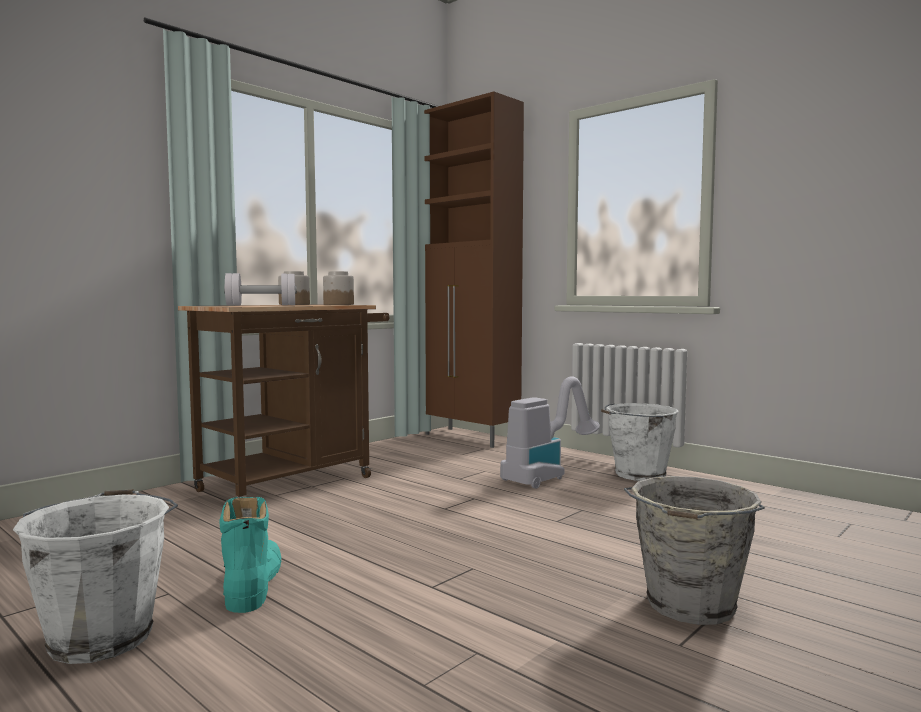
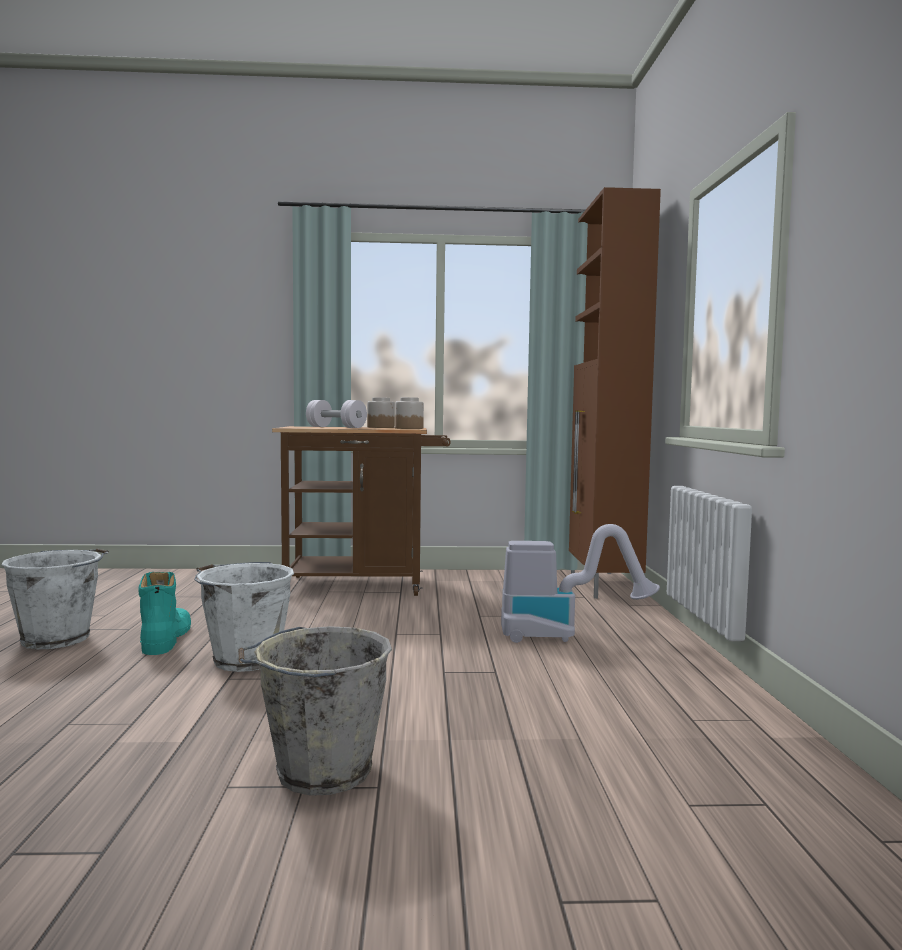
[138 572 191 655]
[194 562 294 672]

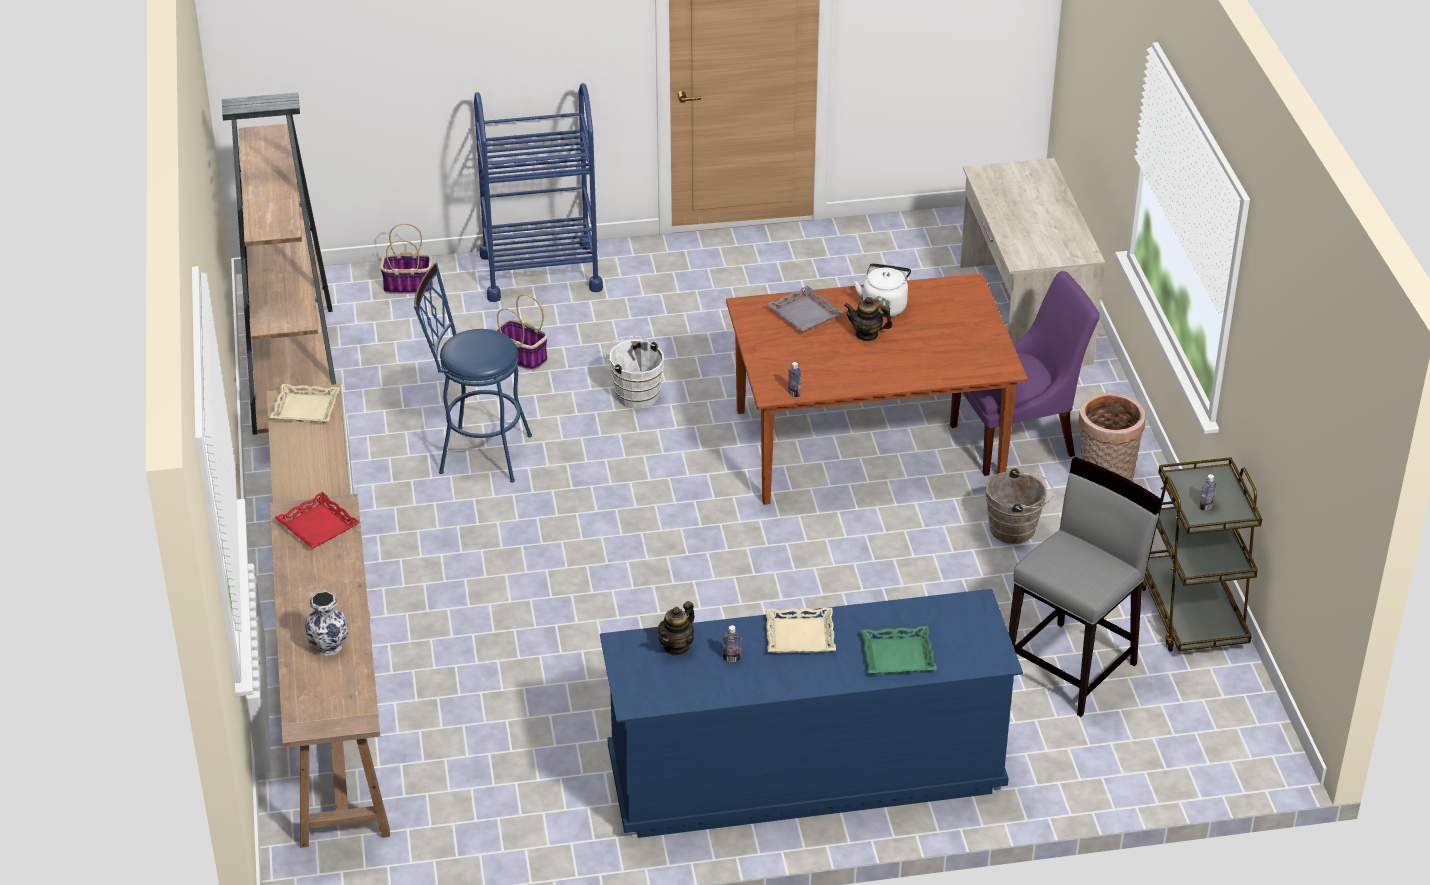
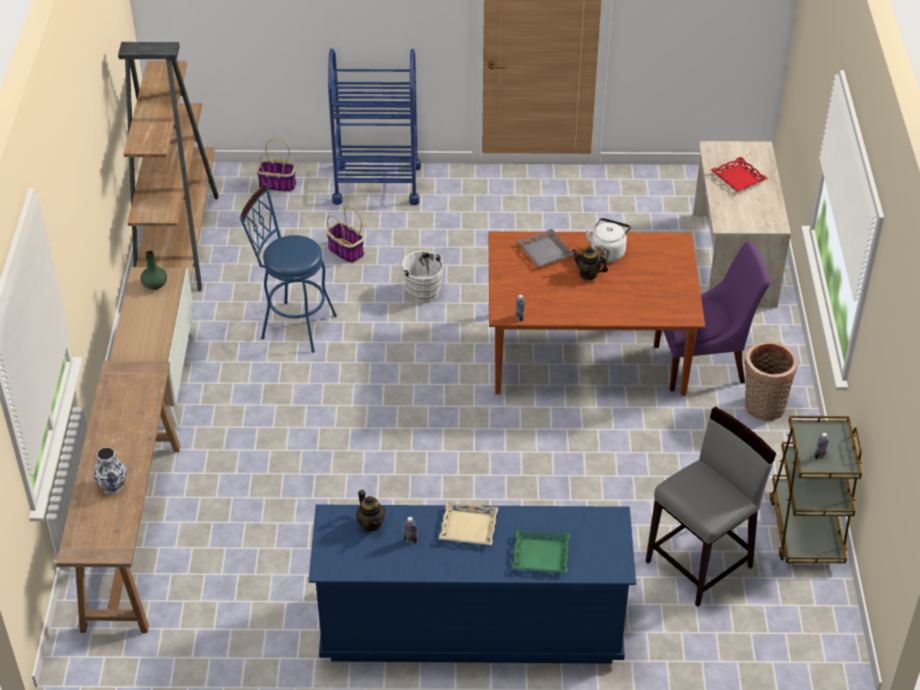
[140 250 167 290]
[711 157 768 192]
[356 490 386 532]
[985 469 1054 544] (first image)

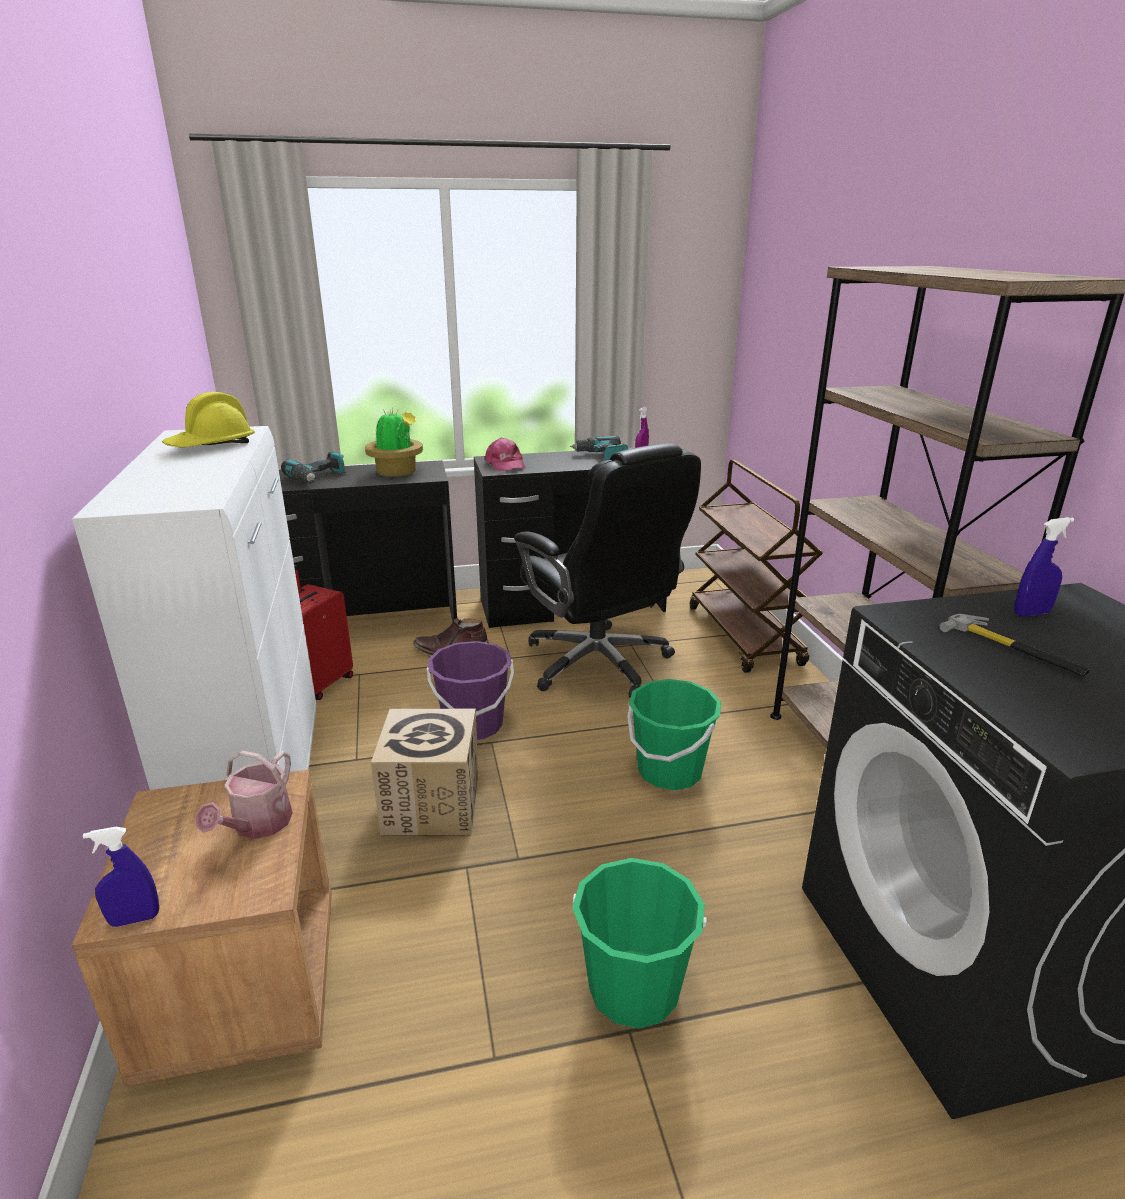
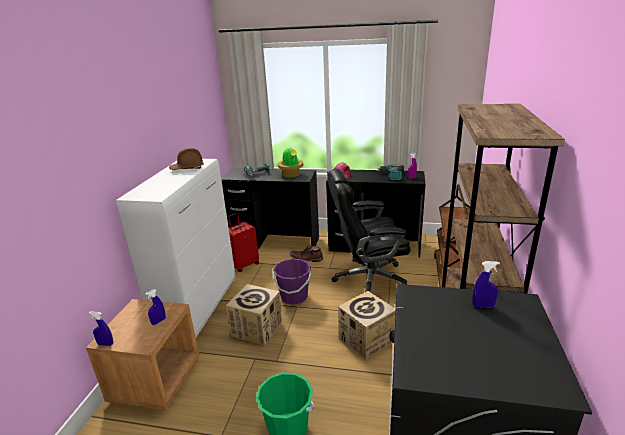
[169 148 204 170]
[145 289 166 325]
[327 169 411 292]
[338 291 395 359]
[939 614 1090 677] (first image)

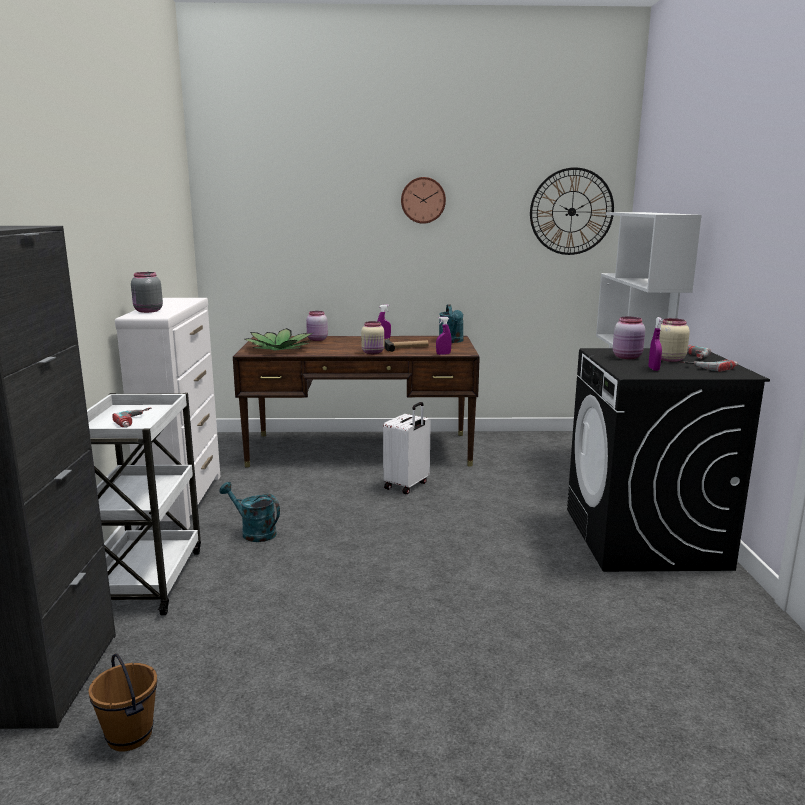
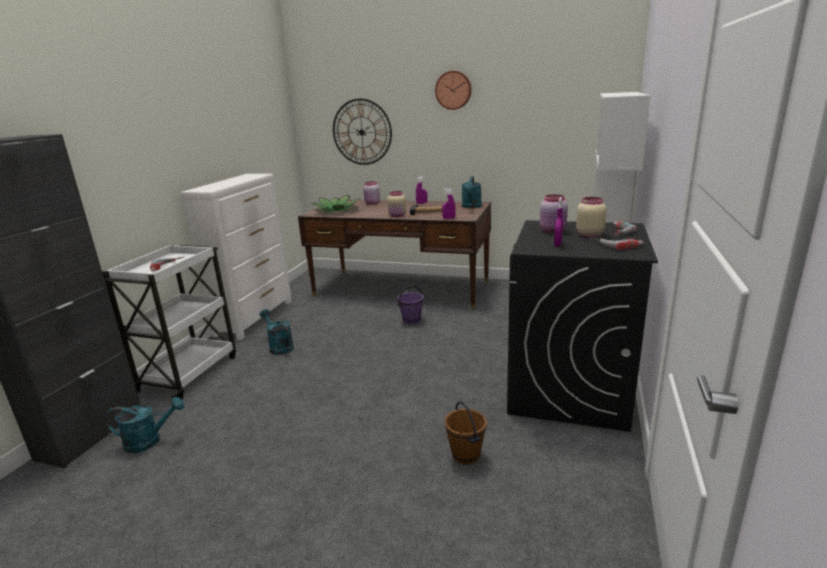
[445 401 487 464]
[131 272 163 313] (first image)
[397 286 424 325]
[333 99 392 165]
[105 397 184 453]

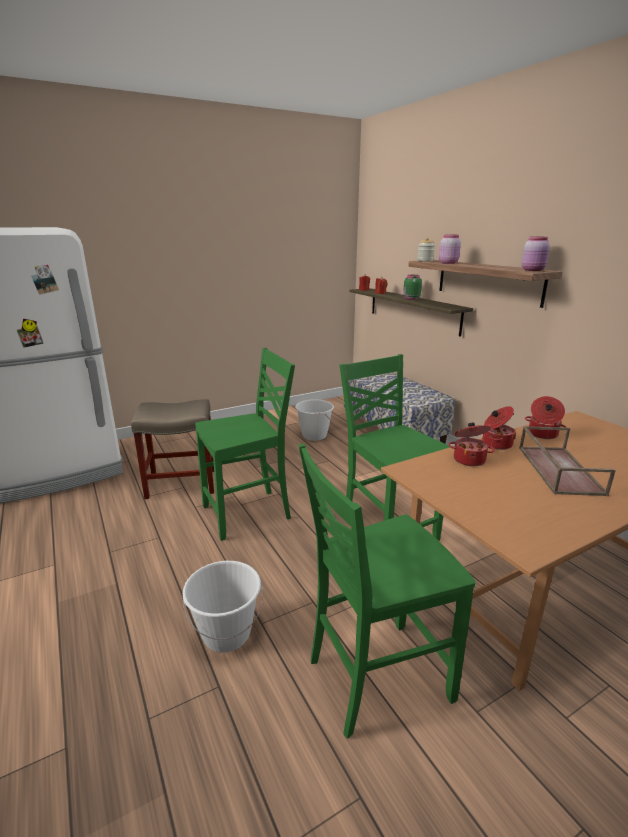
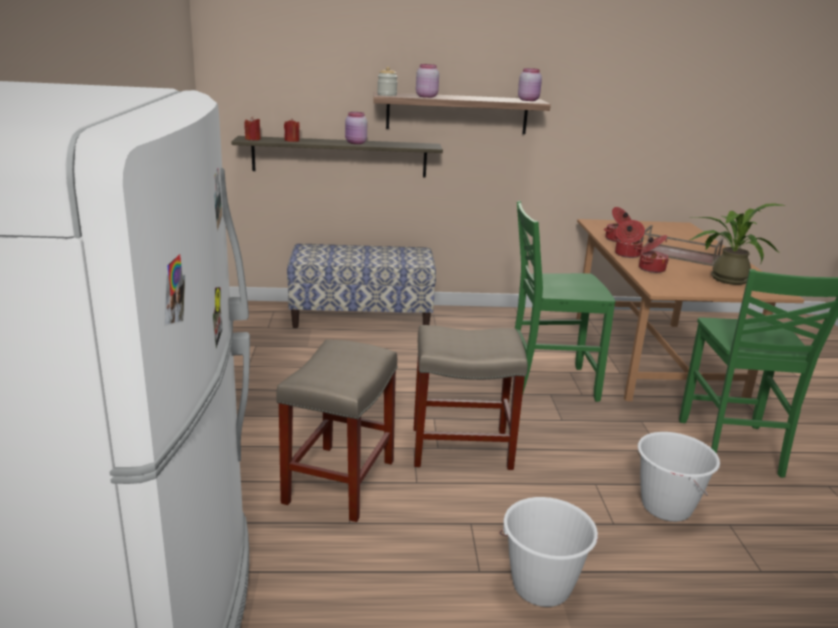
[414 325 528 470]
[500 497 598 607]
[345 112 367 144]
[690 203 785 285]

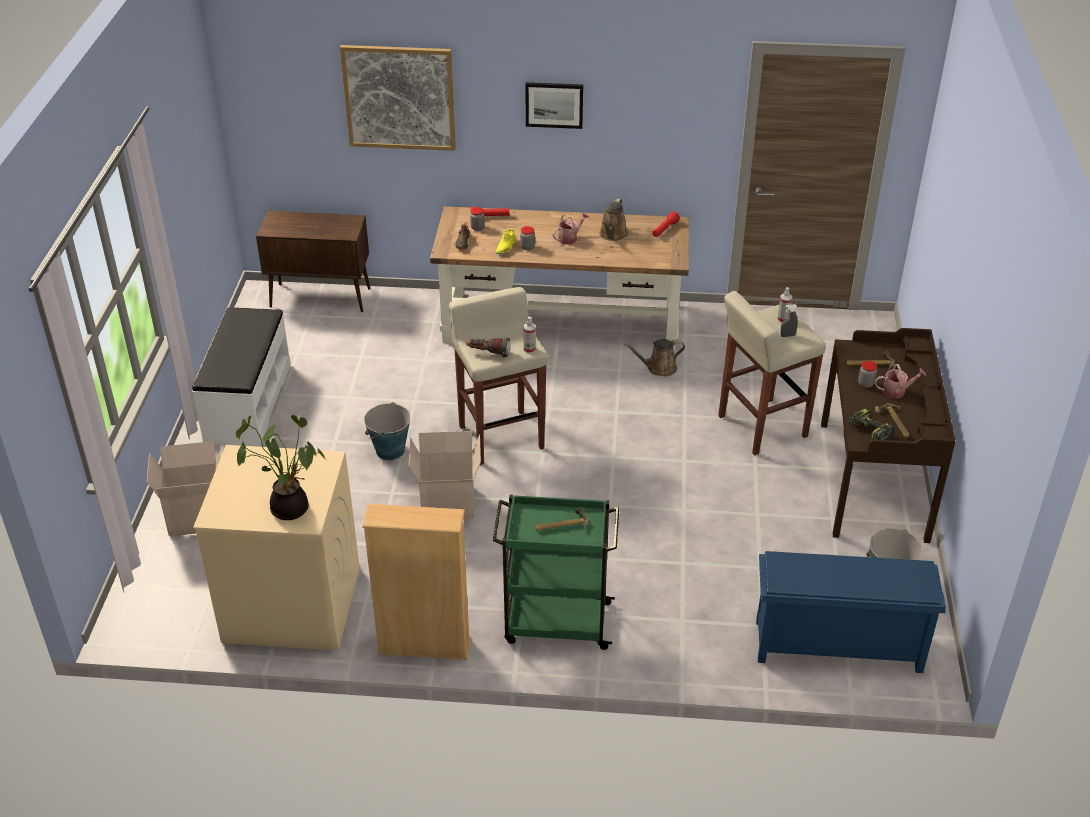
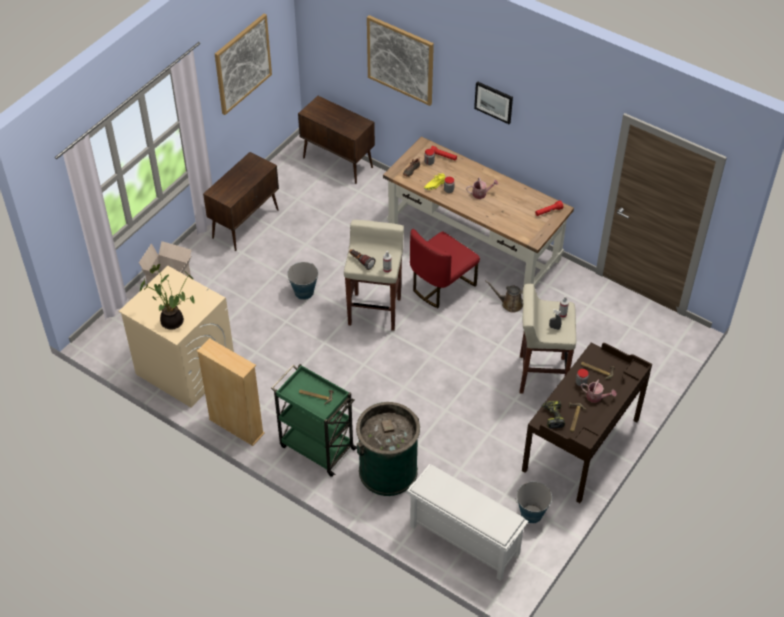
[203 152 279 251]
[409 431 481 519] (first image)
[599 198 628 241] (first image)
[406 464 528 581]
[215 14 272 115]
[356 402 420 496]
[410 229 480 308]

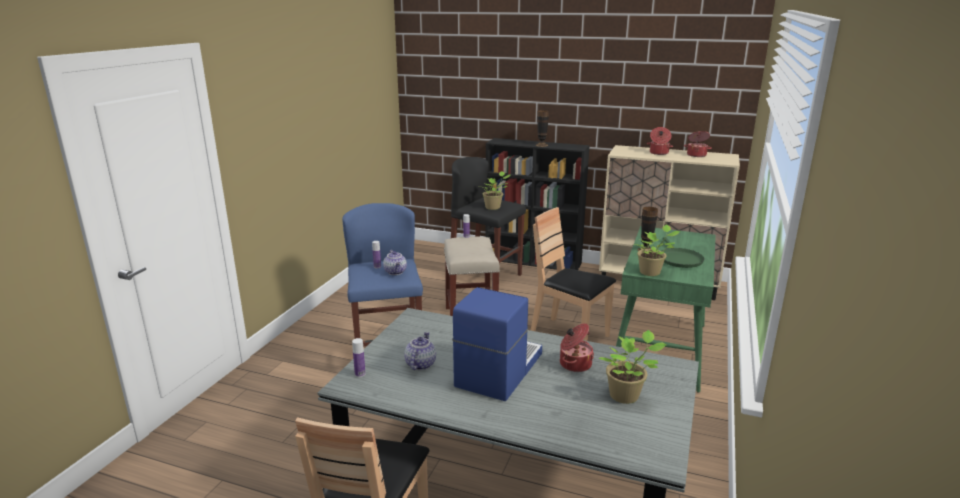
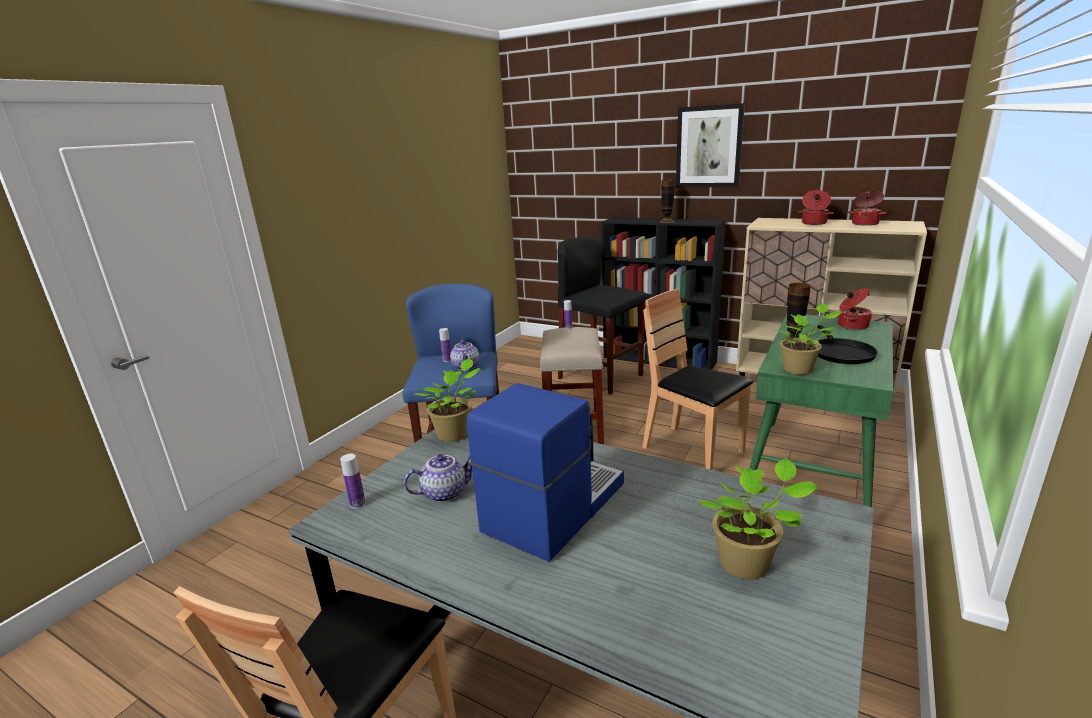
[404 454 472 502]
[414 358 480 442]
[838 288 873 330]
[817 325 878 364]
[676 103 745 187]

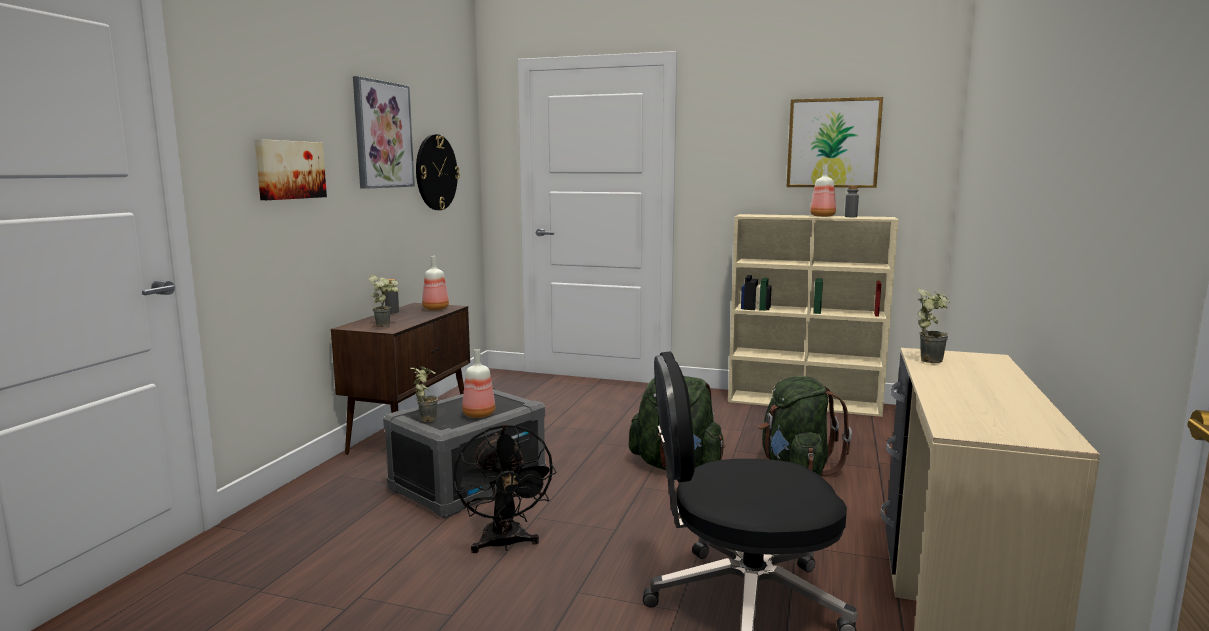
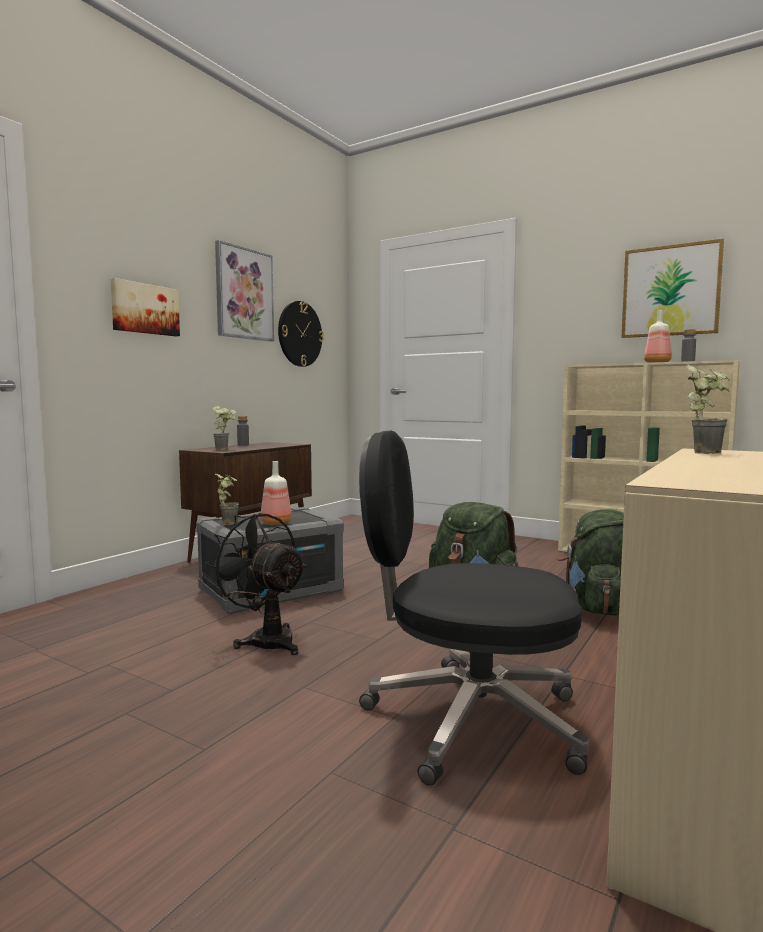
[422 256 449 310] (first image)
[205 513 307 655]

